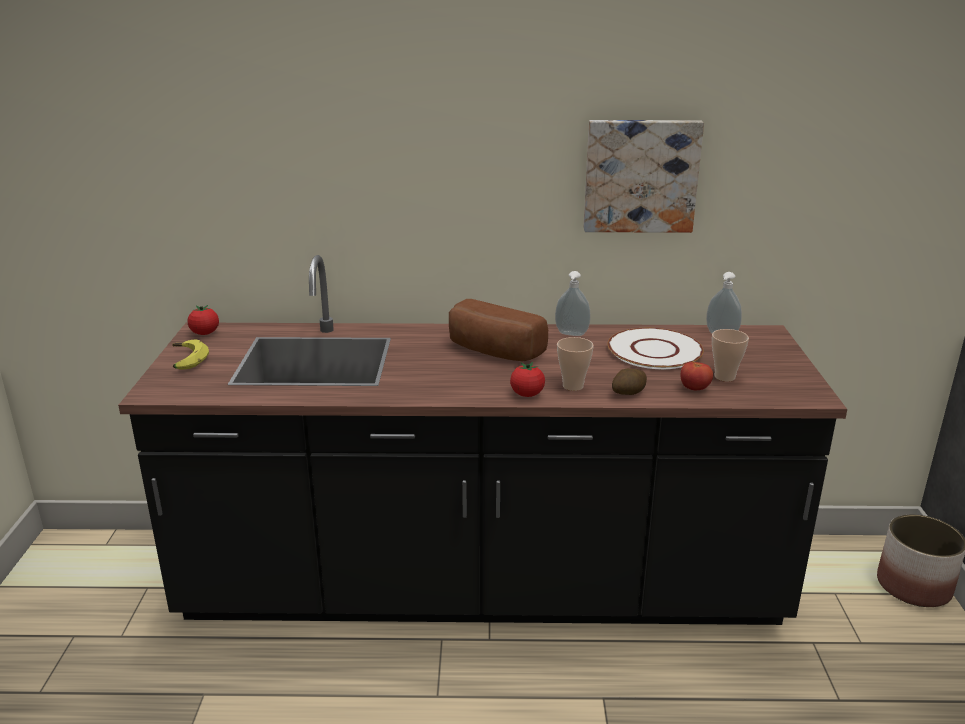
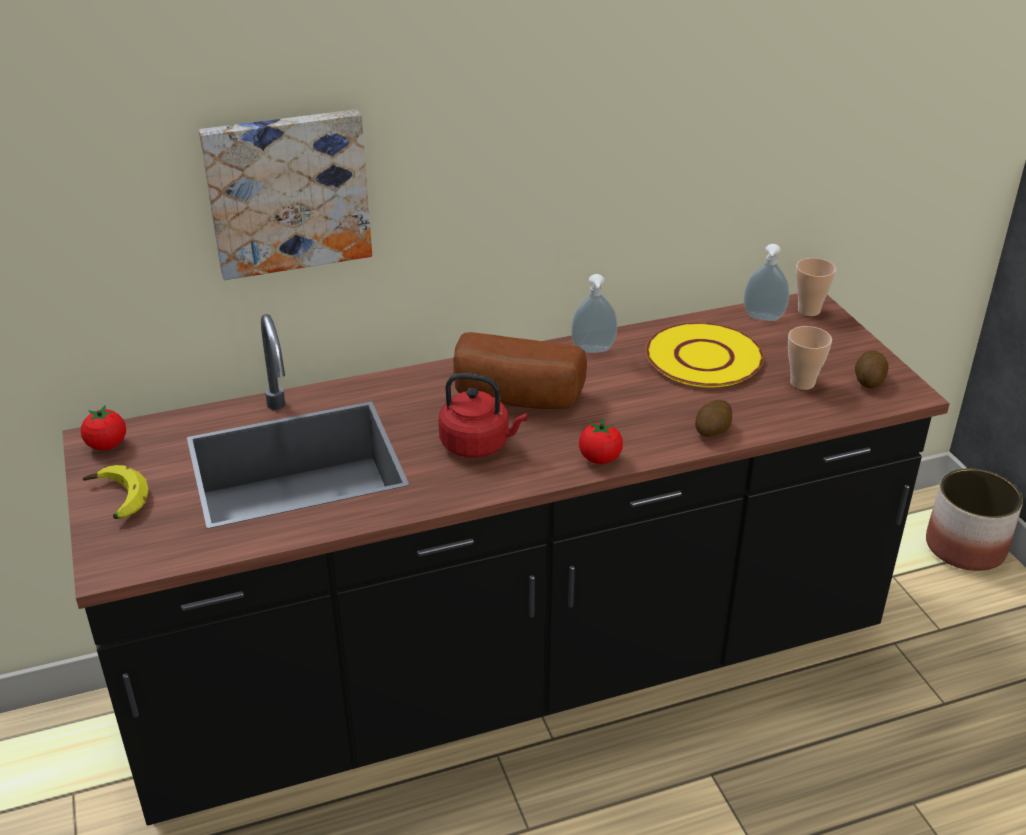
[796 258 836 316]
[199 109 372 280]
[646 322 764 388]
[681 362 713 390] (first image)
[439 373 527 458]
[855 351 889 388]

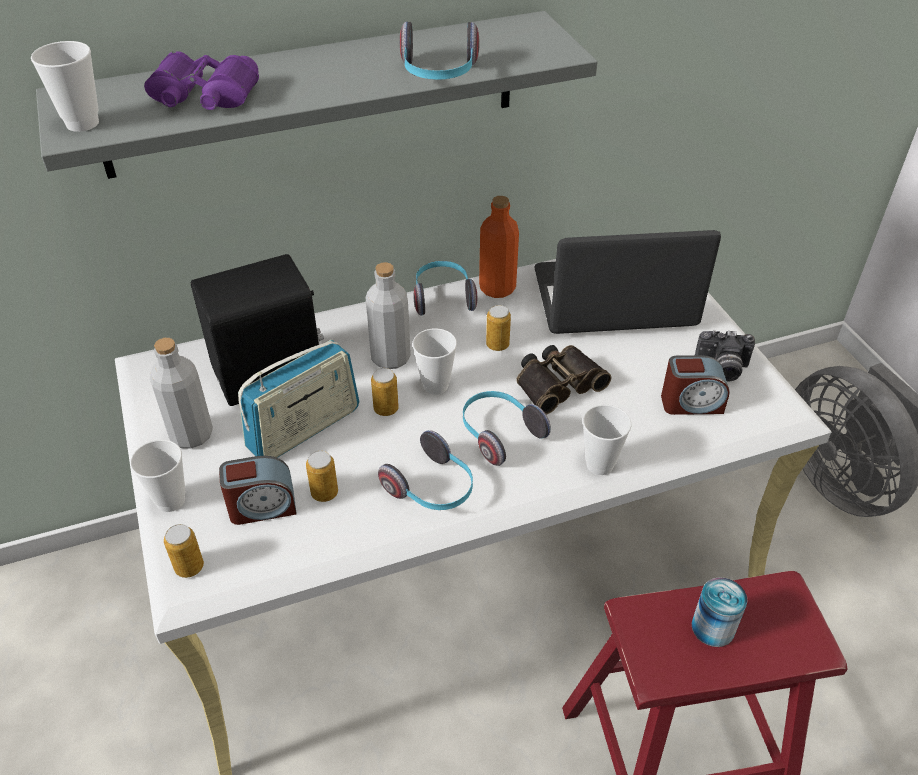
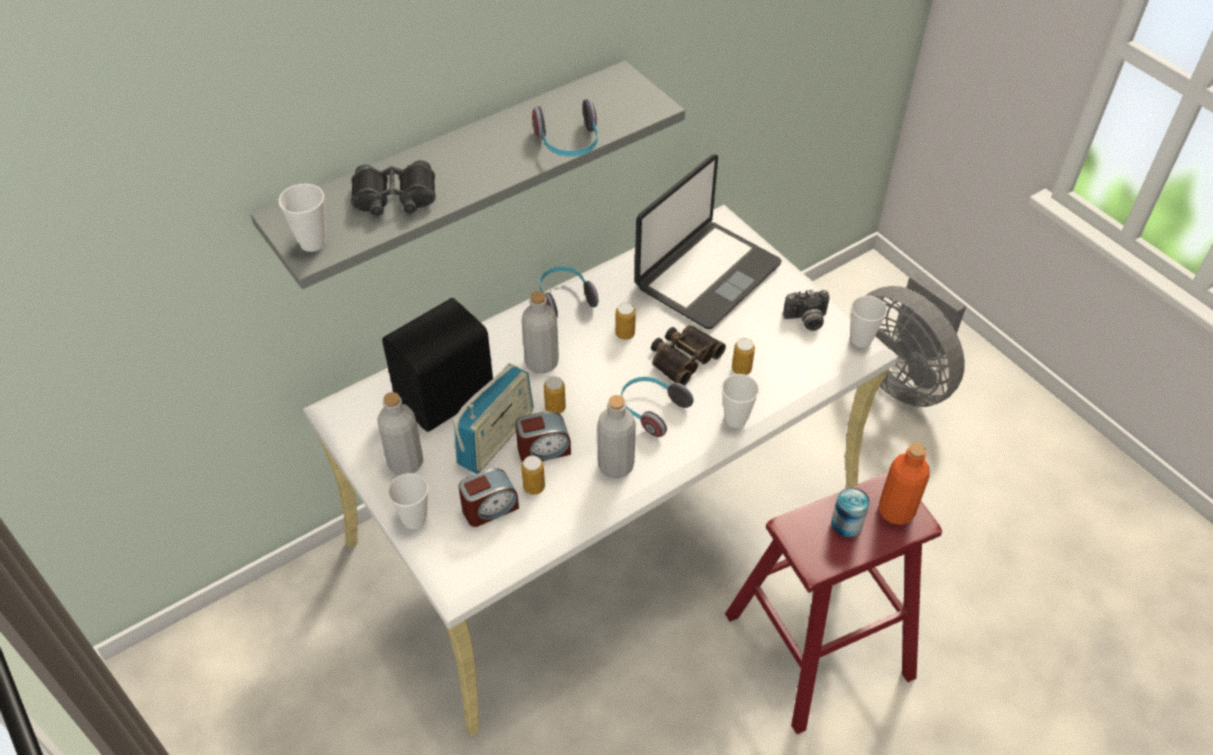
[351 160 436 217]
[732 338 755 375]
[597 395 636 479]
[851 296 887 348]
[879 443 930 525]
[635 154 782 329]
[515 411 571 462]

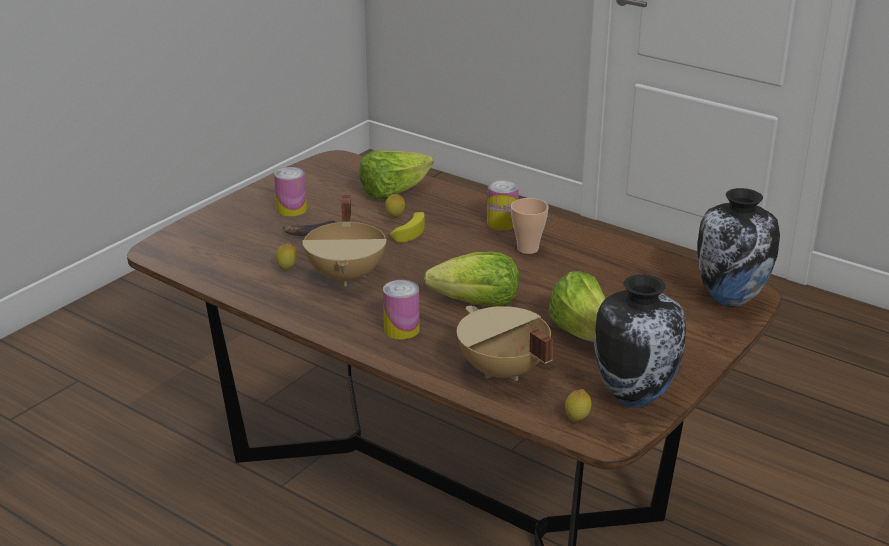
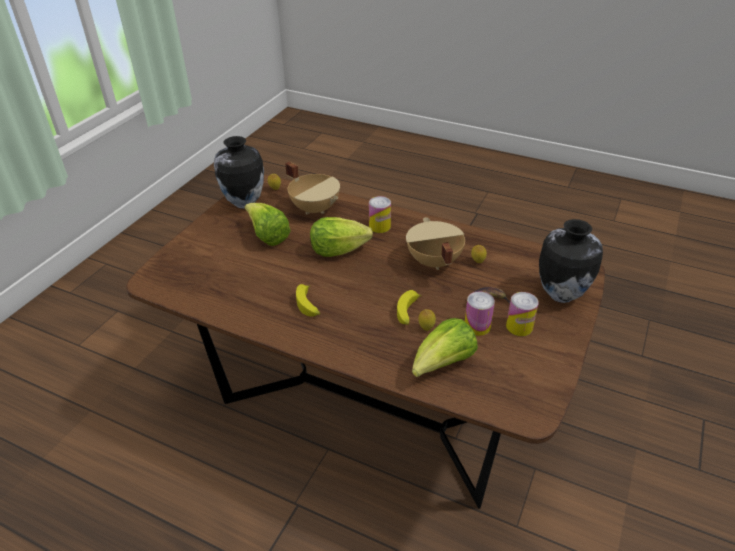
[465 291 495 336]
[296 284 320 317]
[539 219 603 303]

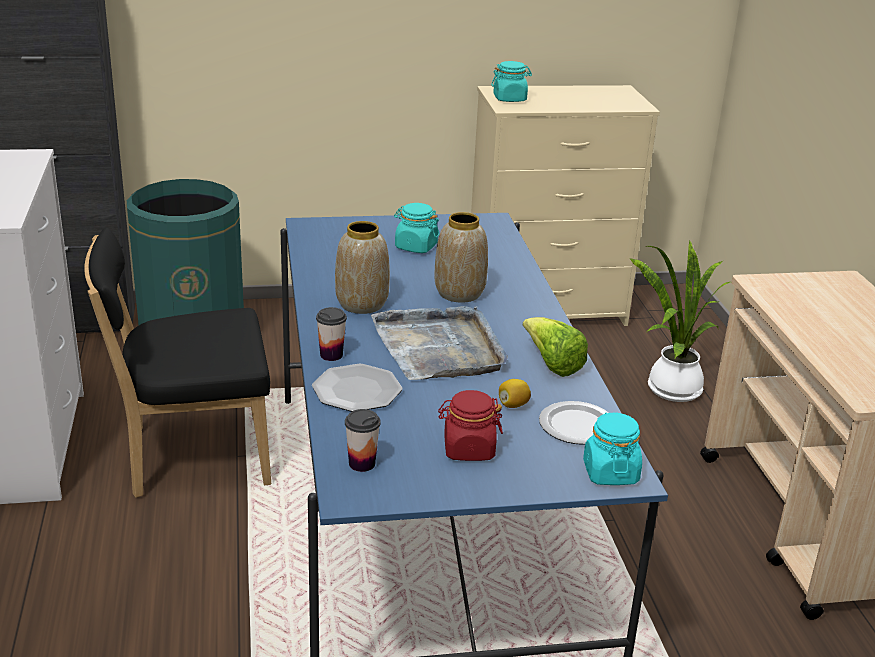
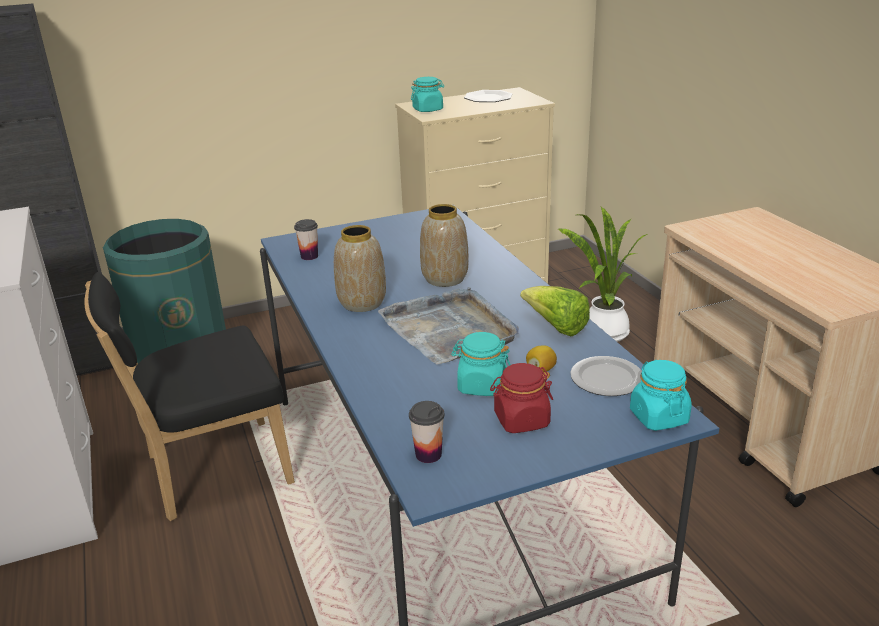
[464 90 512 102]
[294 219 318 260]
[451 332 510 396]

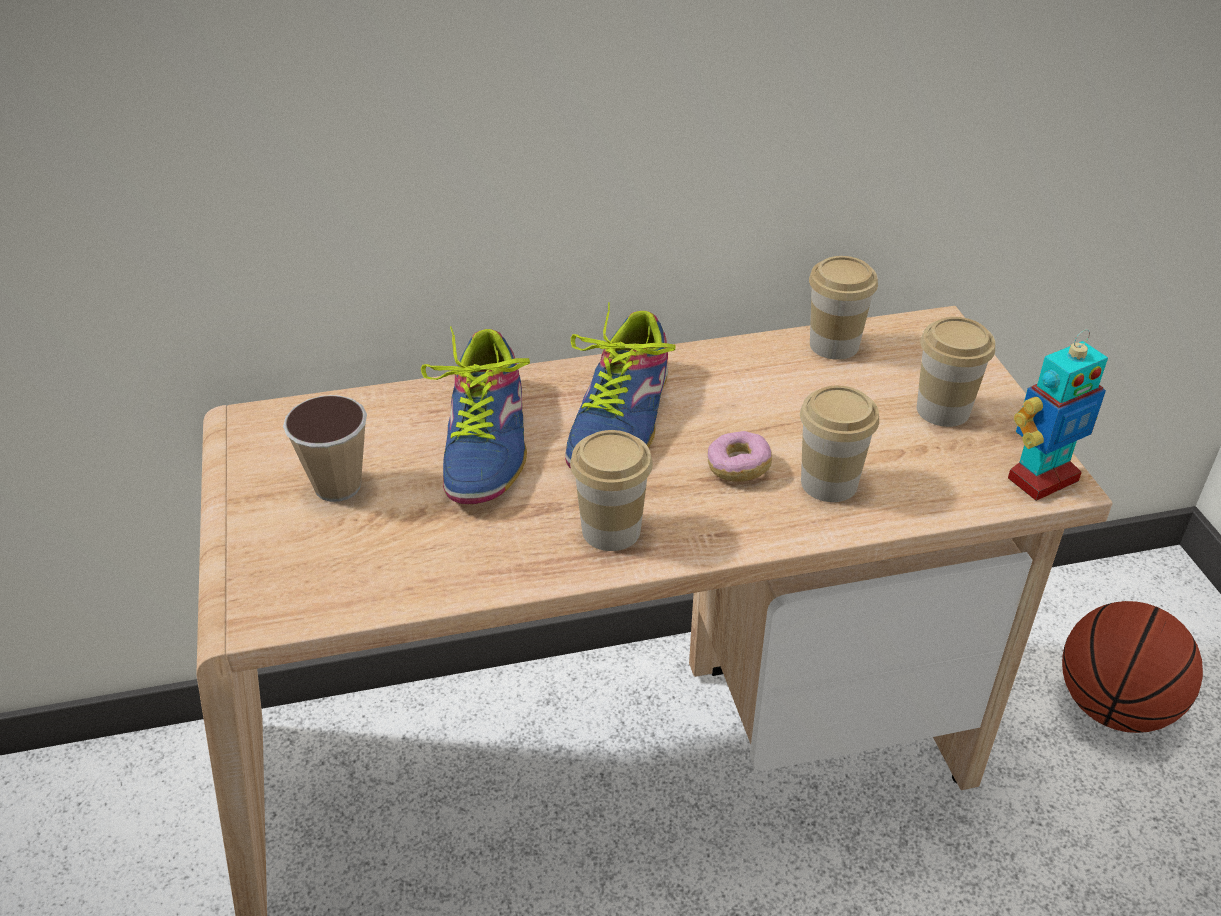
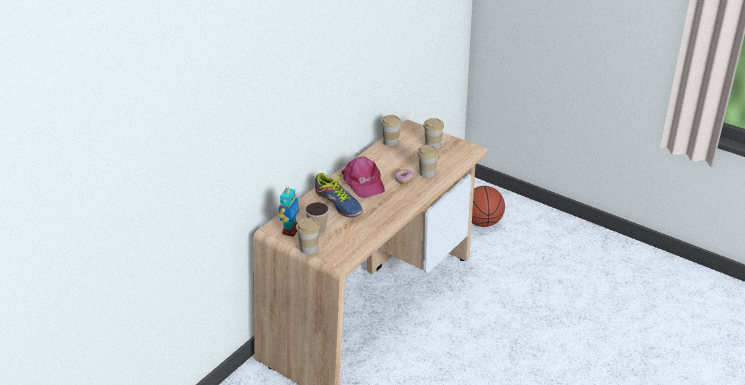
[342 156 385 198]
[296 218 320 254]
[278 186 299 237]

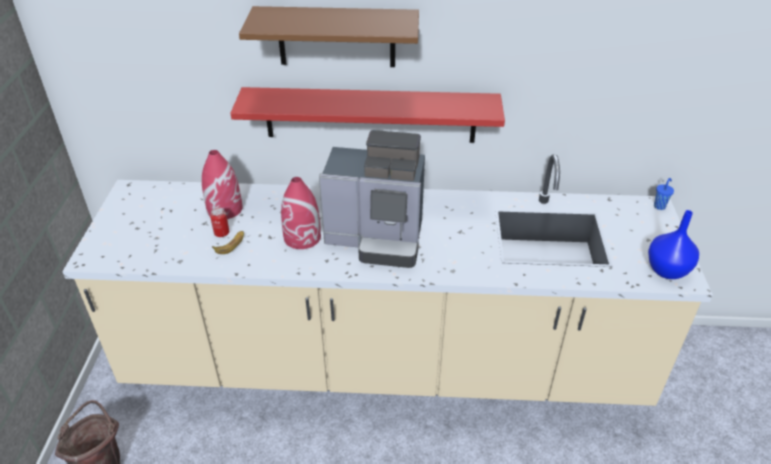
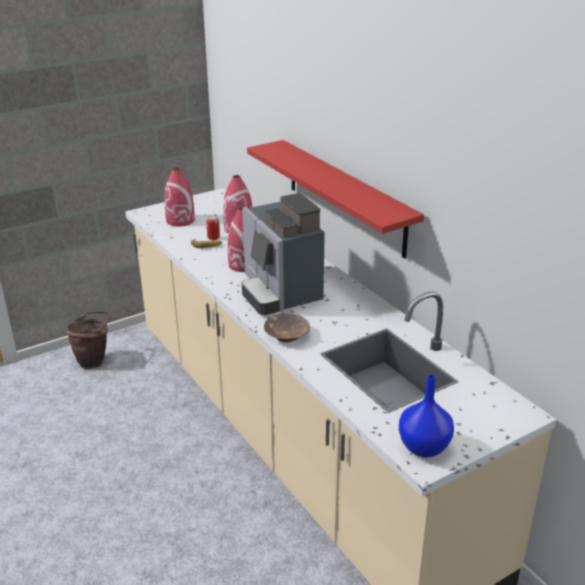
[239 6 419 67] (first image)
[654 178 674 210] (first image)
[164 168 195 227]
[264 313 310 342]

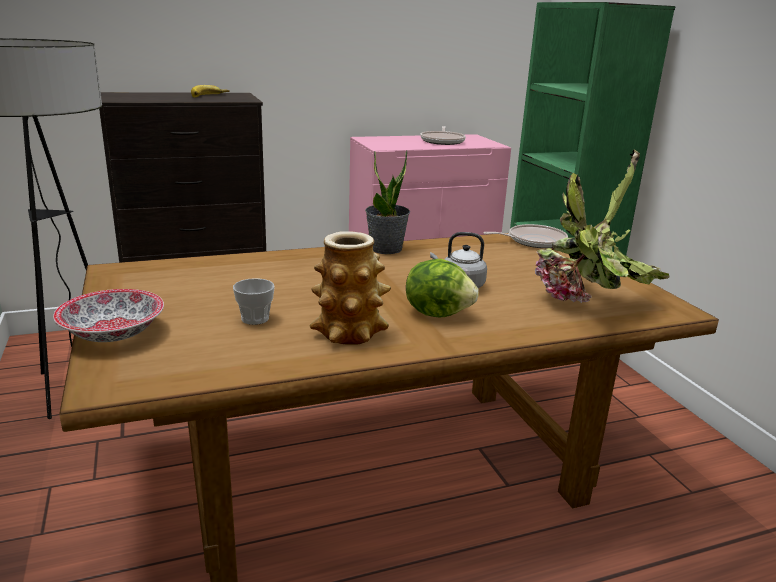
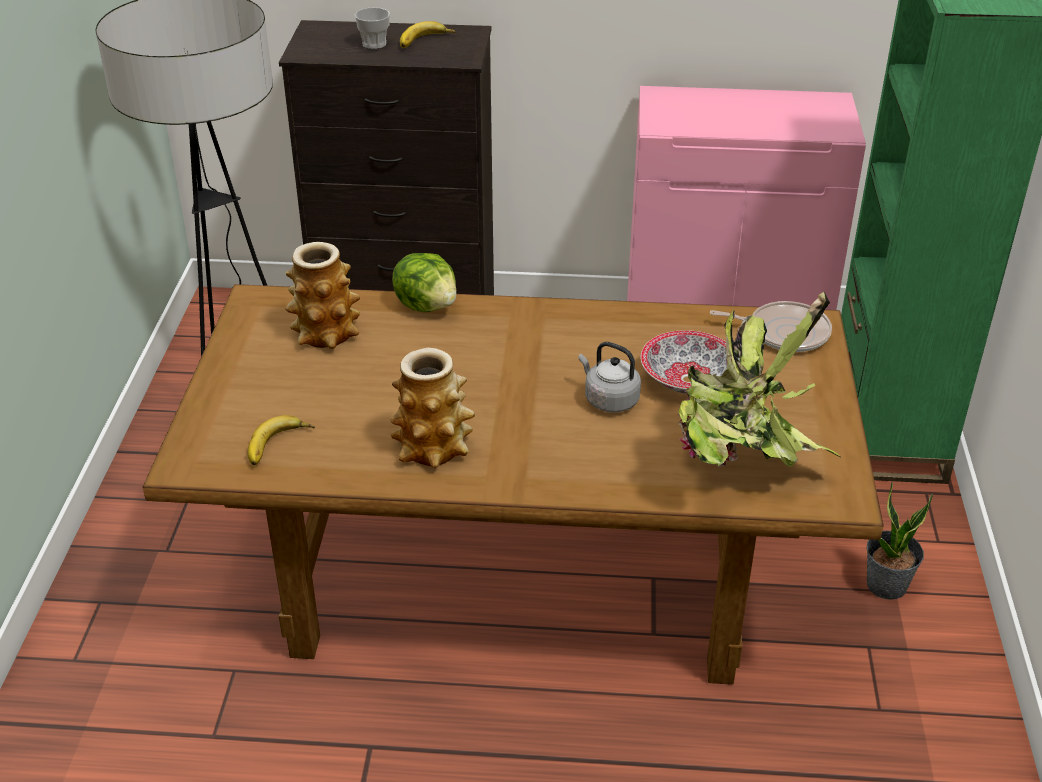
[641 330 727 394]
[355 7 390 49]
[867 482 933 600]
[392 253 457 312]
[420 126 466 145] (first image)
[247 415 315 465]
[285 242 360 349]

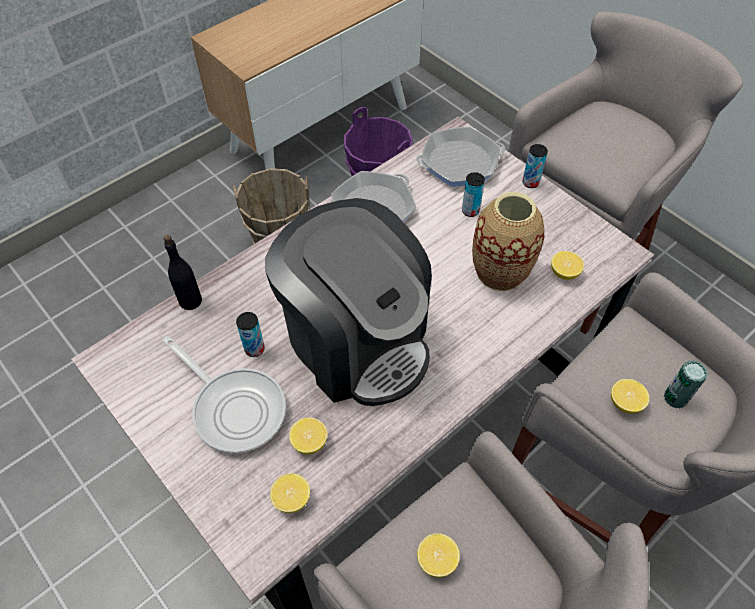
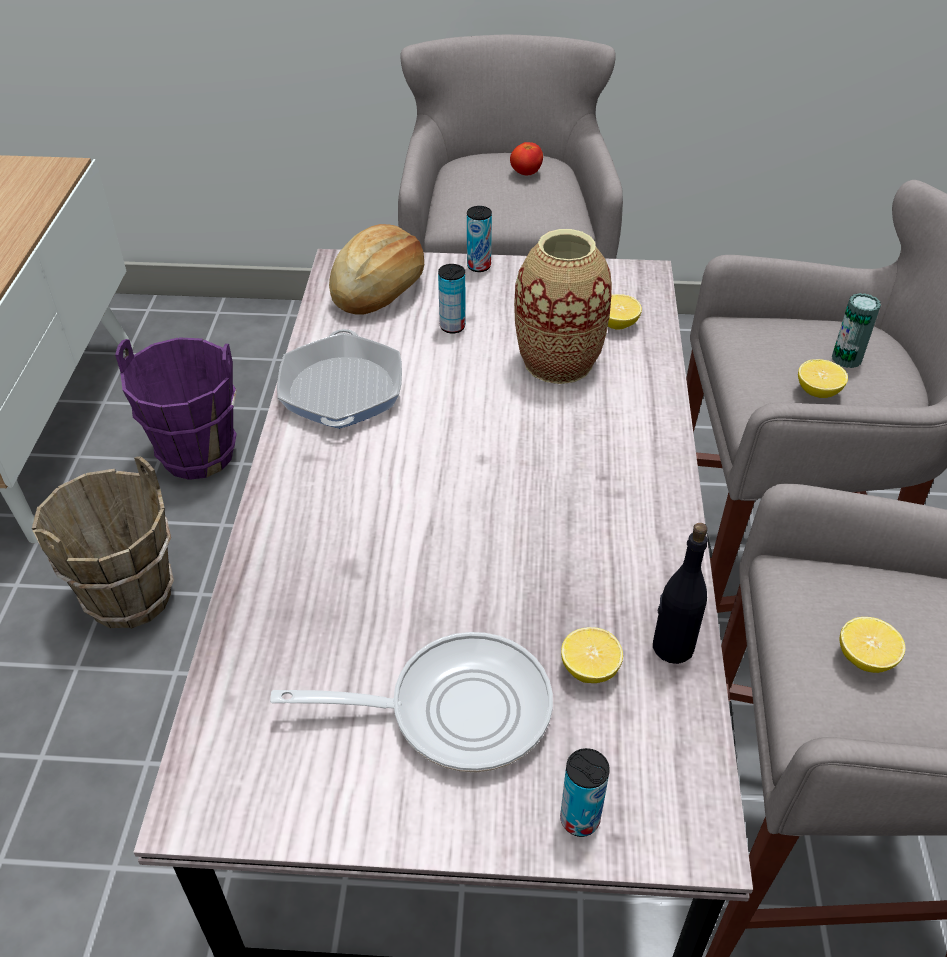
[653 523 708 664]
[560 748 610 837]
[265 198 432 406] (first image)
[270 473 310 513] (first image)
[329 224 424 315]
[510 142 543 175]

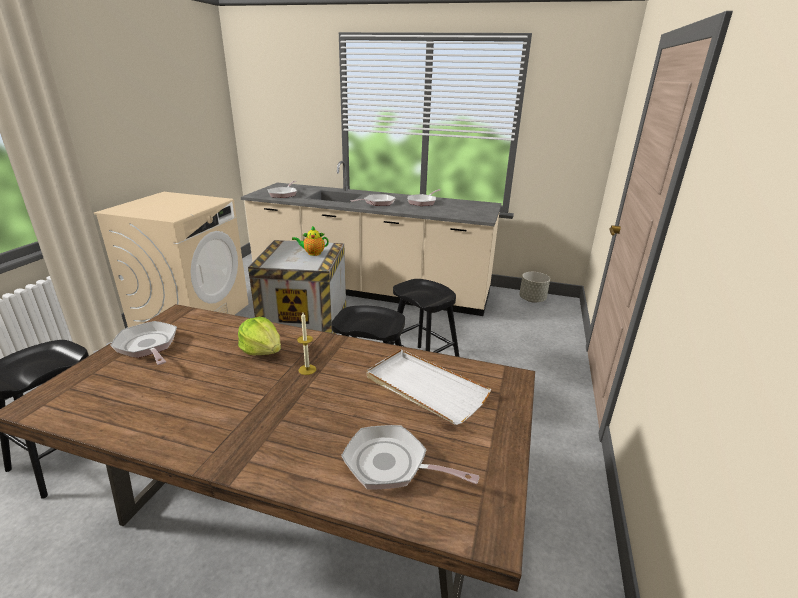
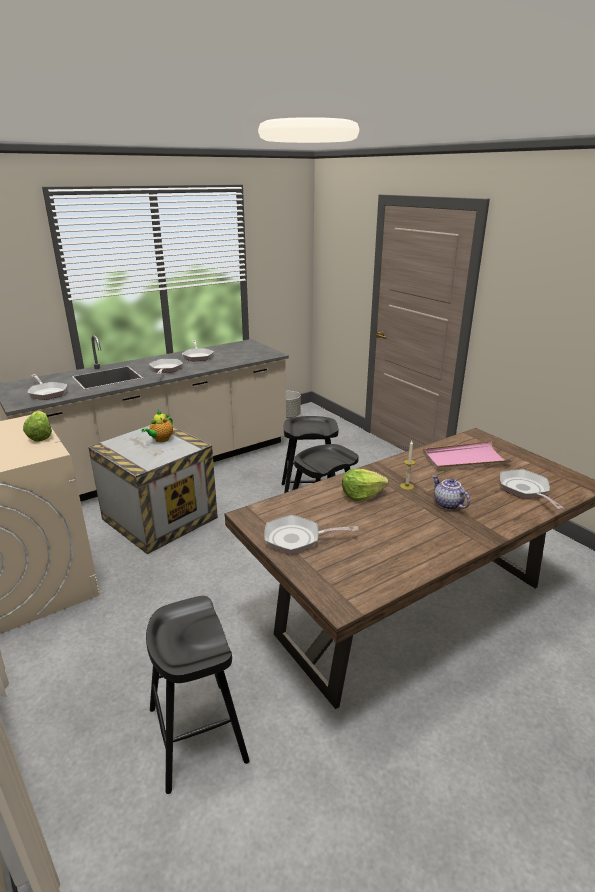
[500 469 564 510]
[423 441 512 471]
[23 411 52 441]
[433 475 470 510]

